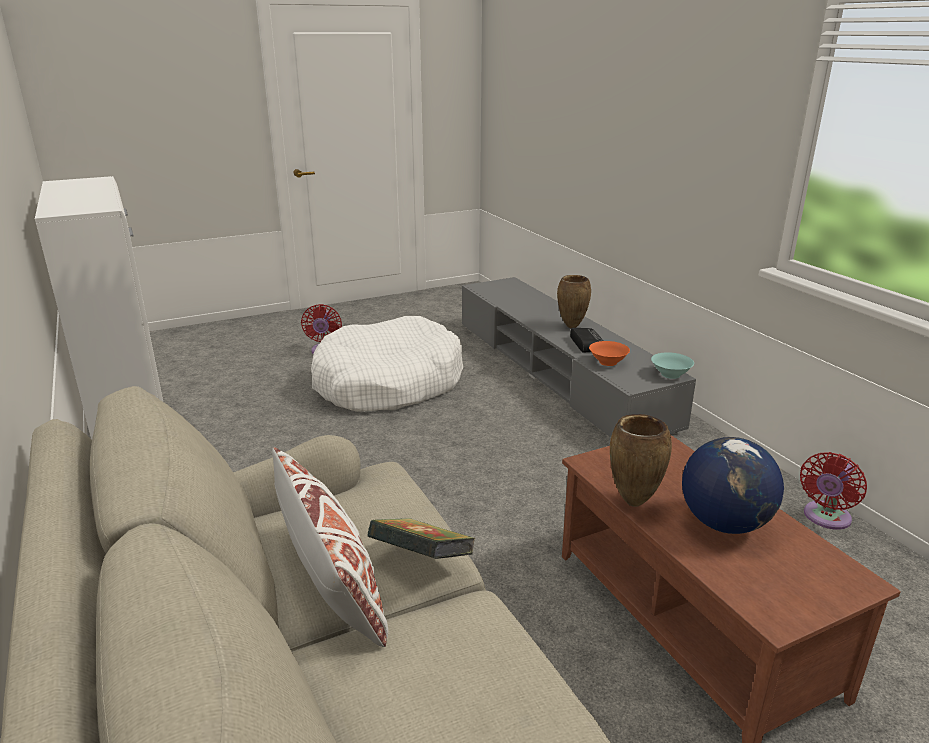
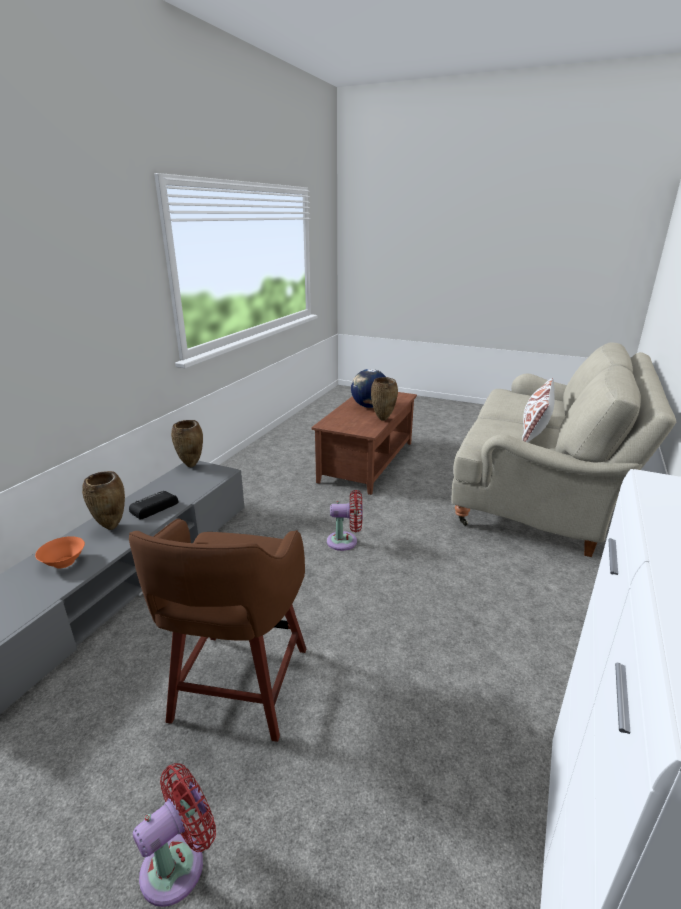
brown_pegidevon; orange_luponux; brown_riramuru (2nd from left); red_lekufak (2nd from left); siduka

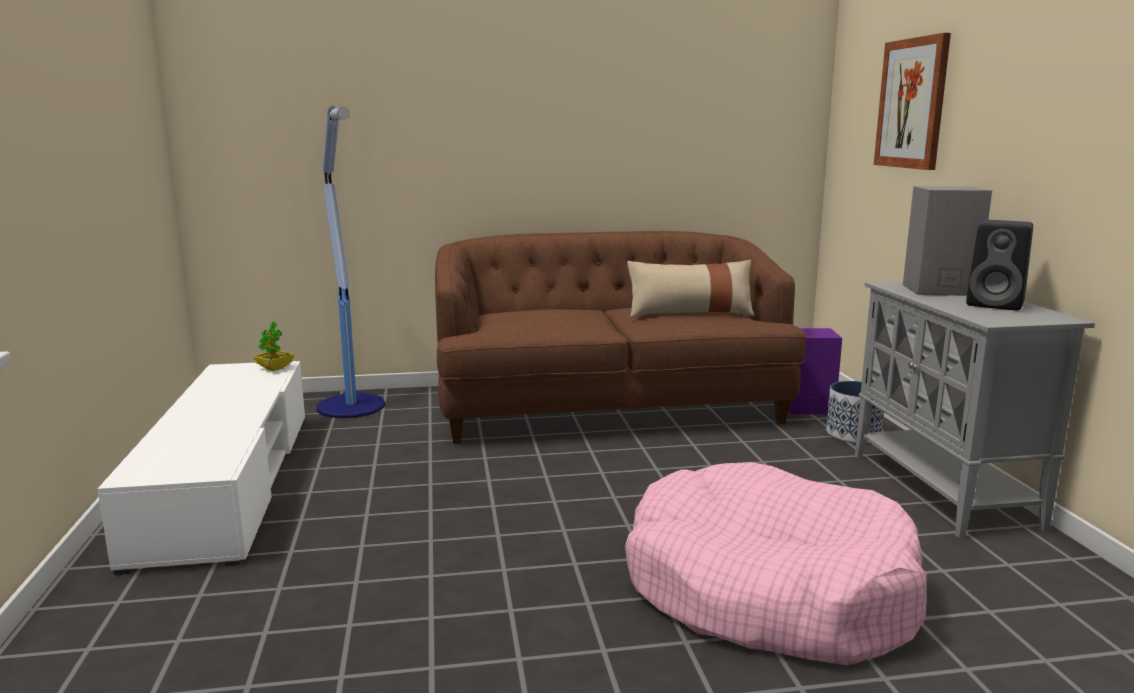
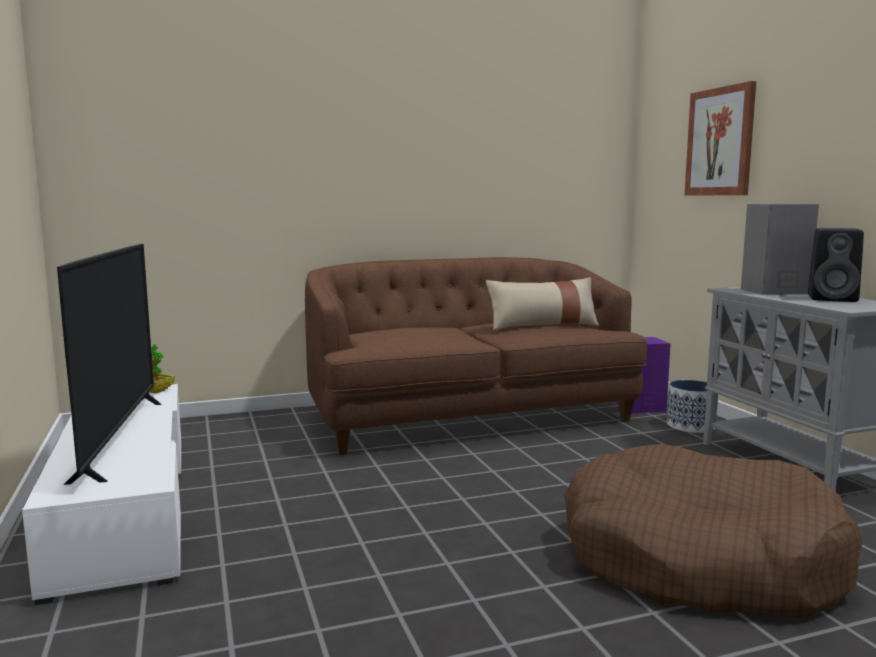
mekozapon; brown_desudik; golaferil

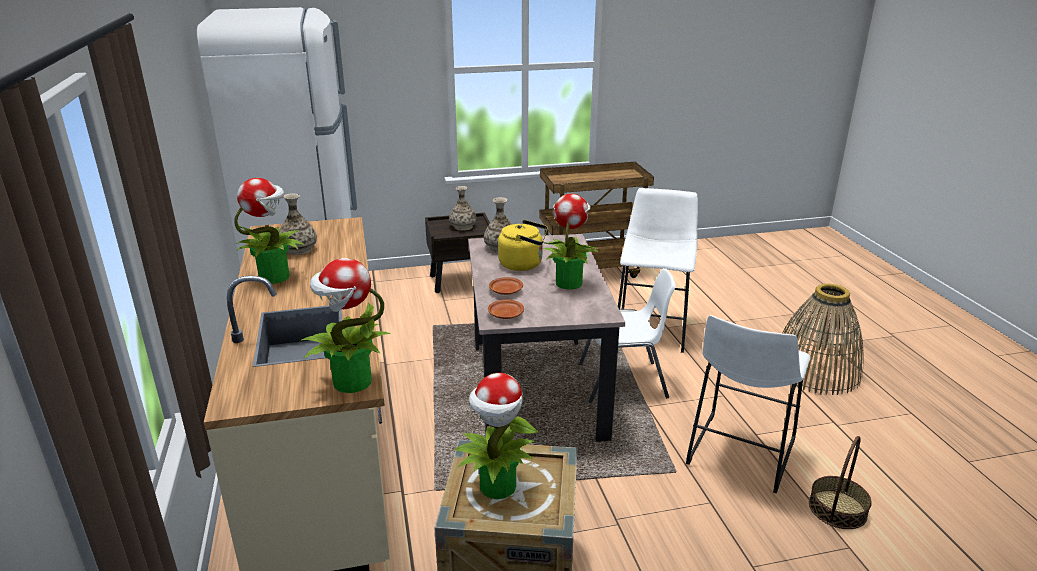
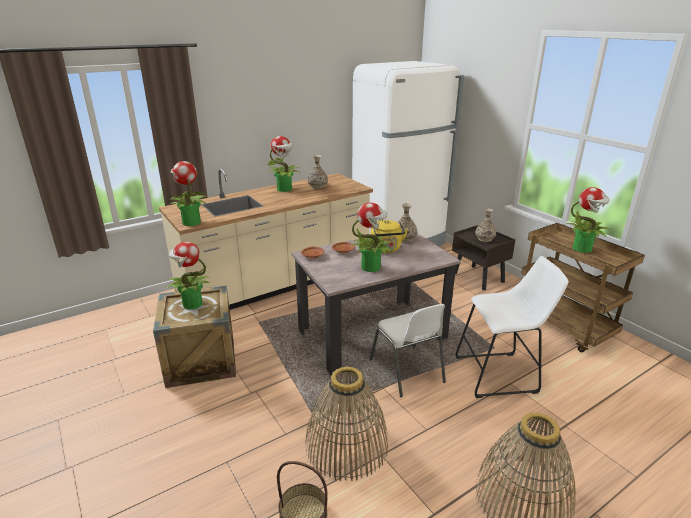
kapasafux (2nd from left); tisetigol (5th from left)

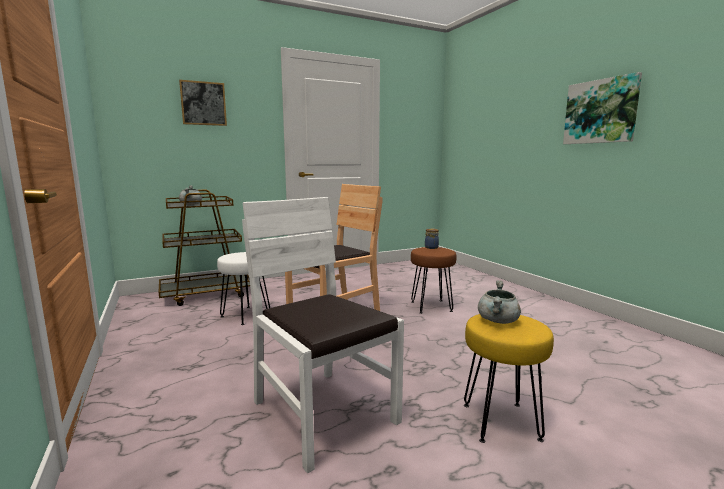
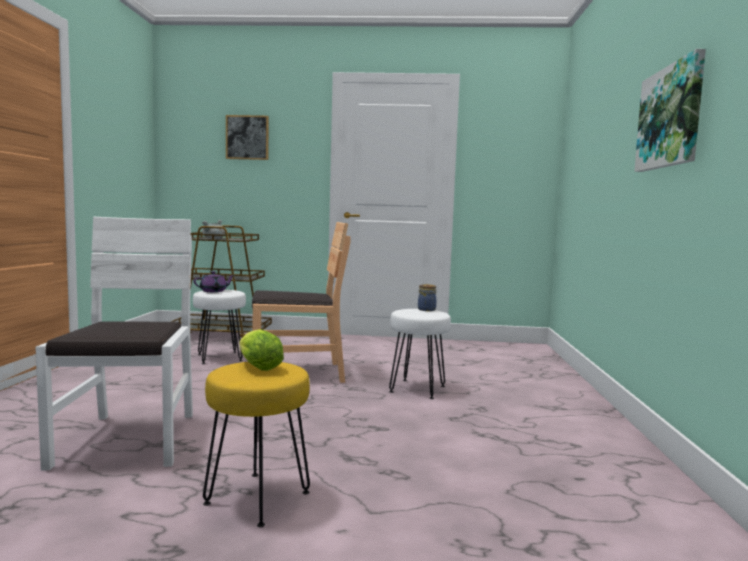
white_pegidevon (2nd from left); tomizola; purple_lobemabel

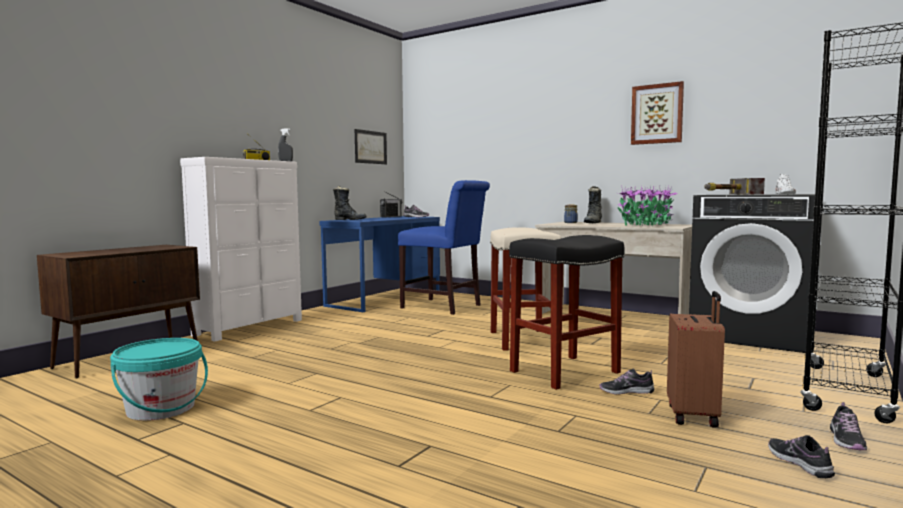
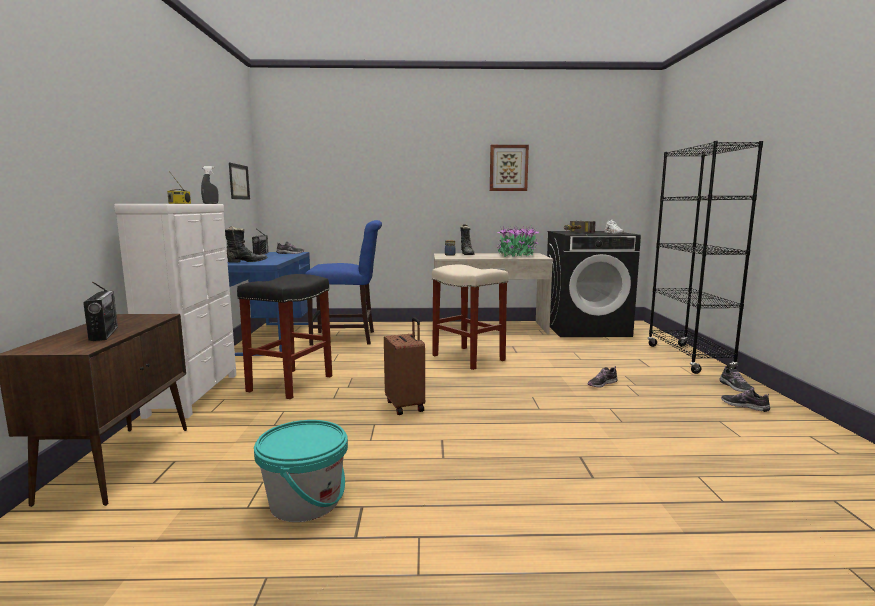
black_pegidevon; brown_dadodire; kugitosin (1st from left)

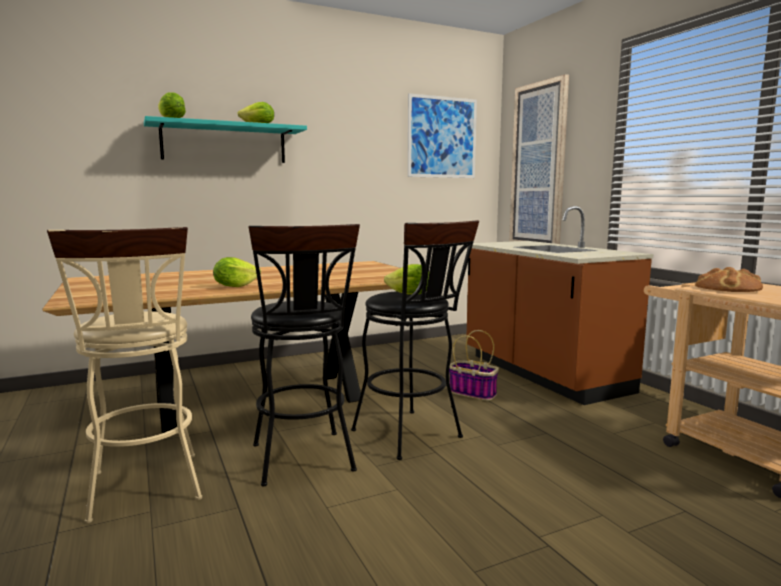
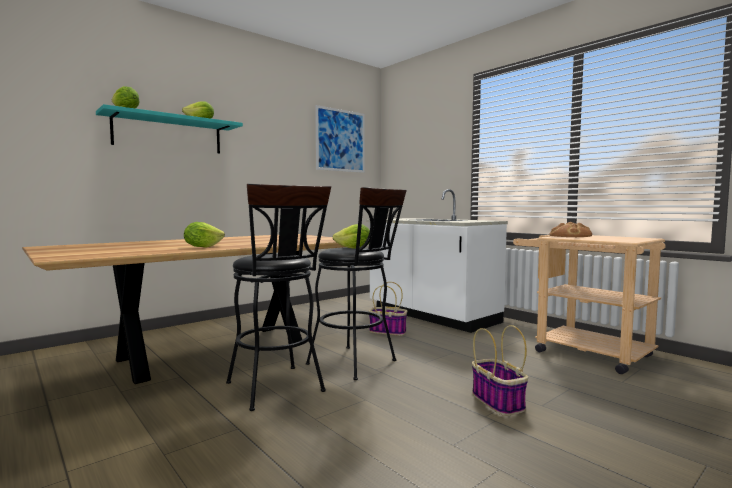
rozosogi (2nd from left in the first image); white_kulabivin; beige_pegidevon; kapasafux (2nd from left)

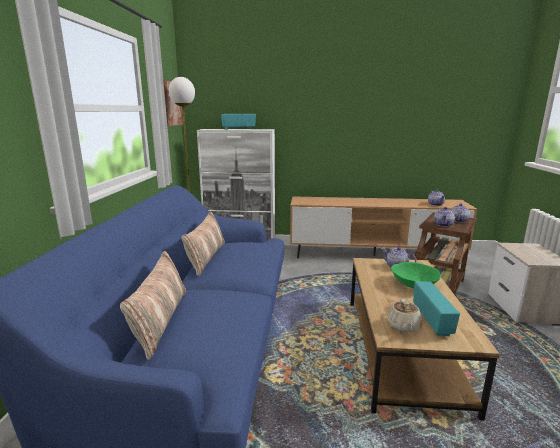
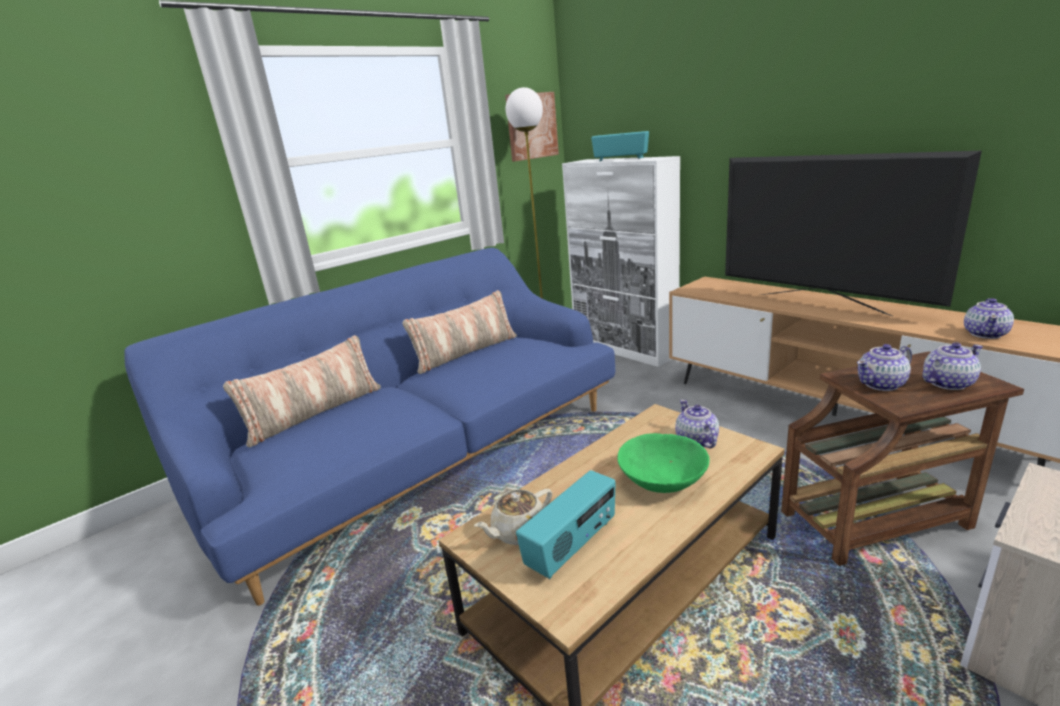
golaferil

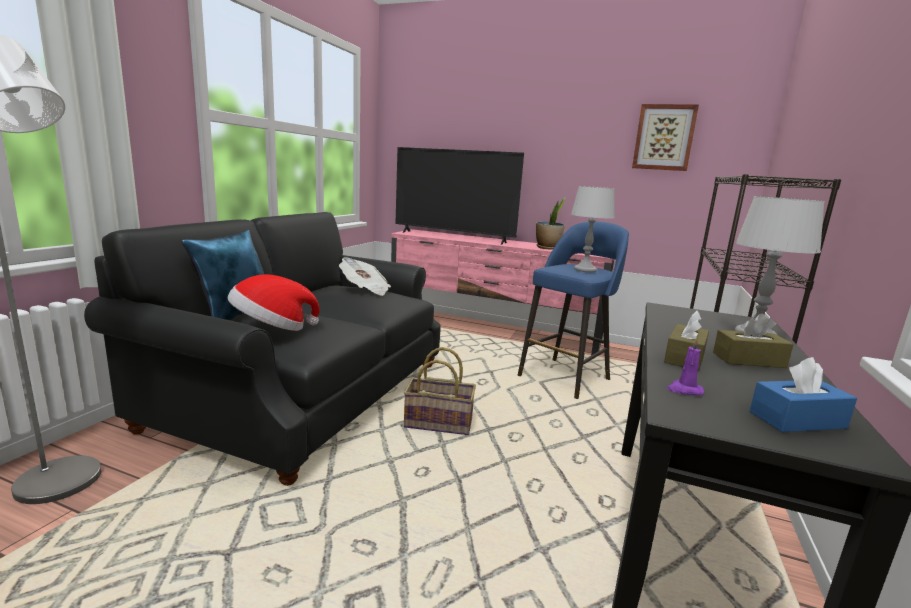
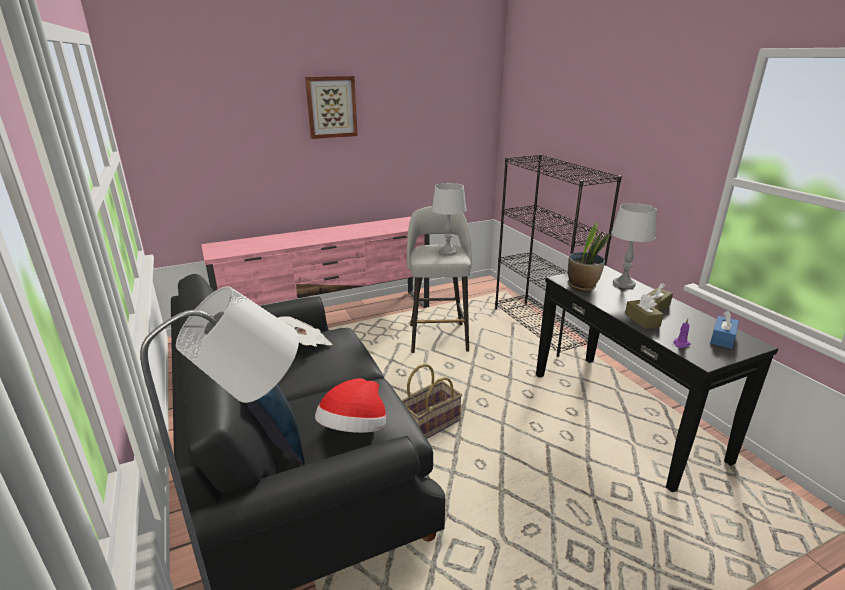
rozosogi; golaferil; tisetigol; grey_pegidevon

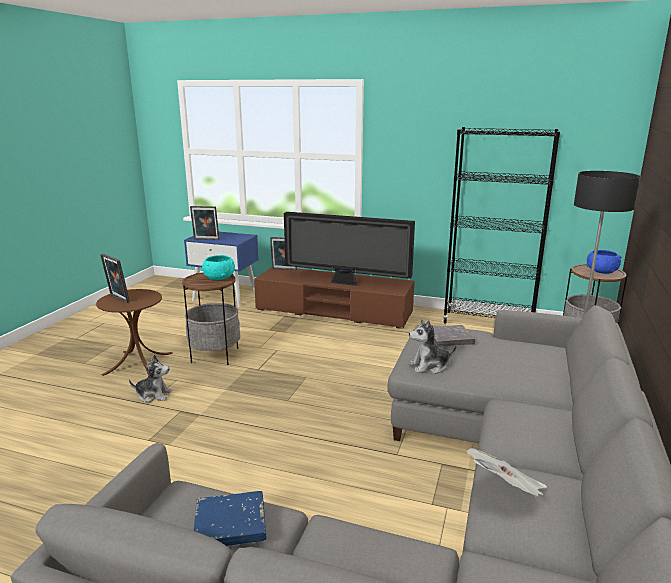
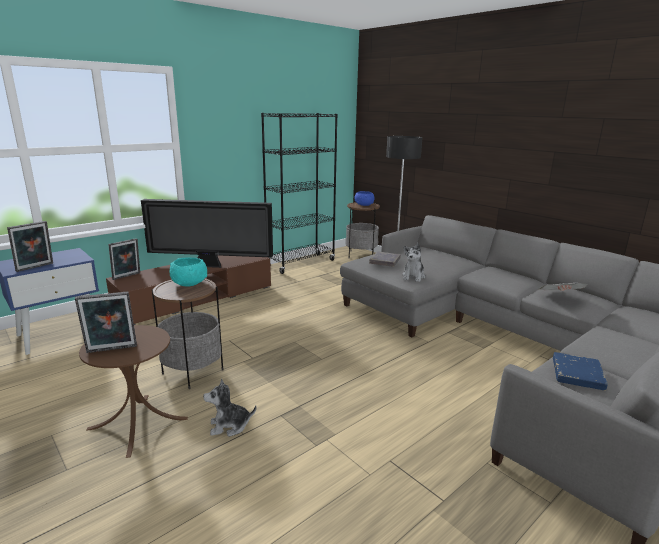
golaferil; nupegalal (1st from left)

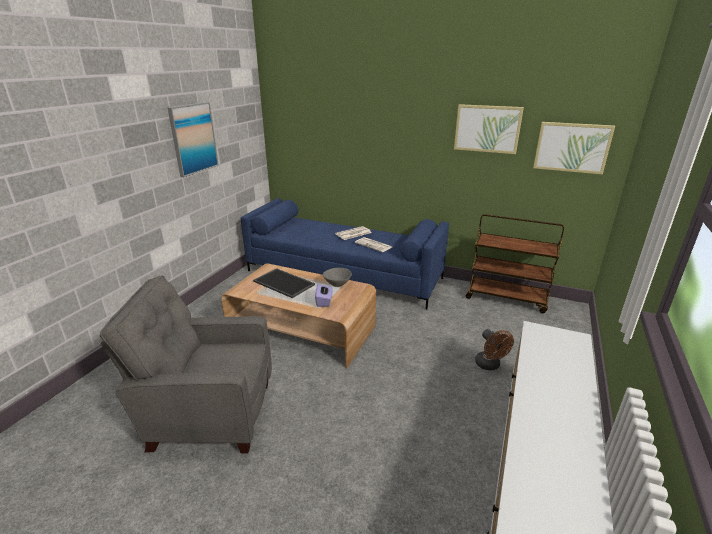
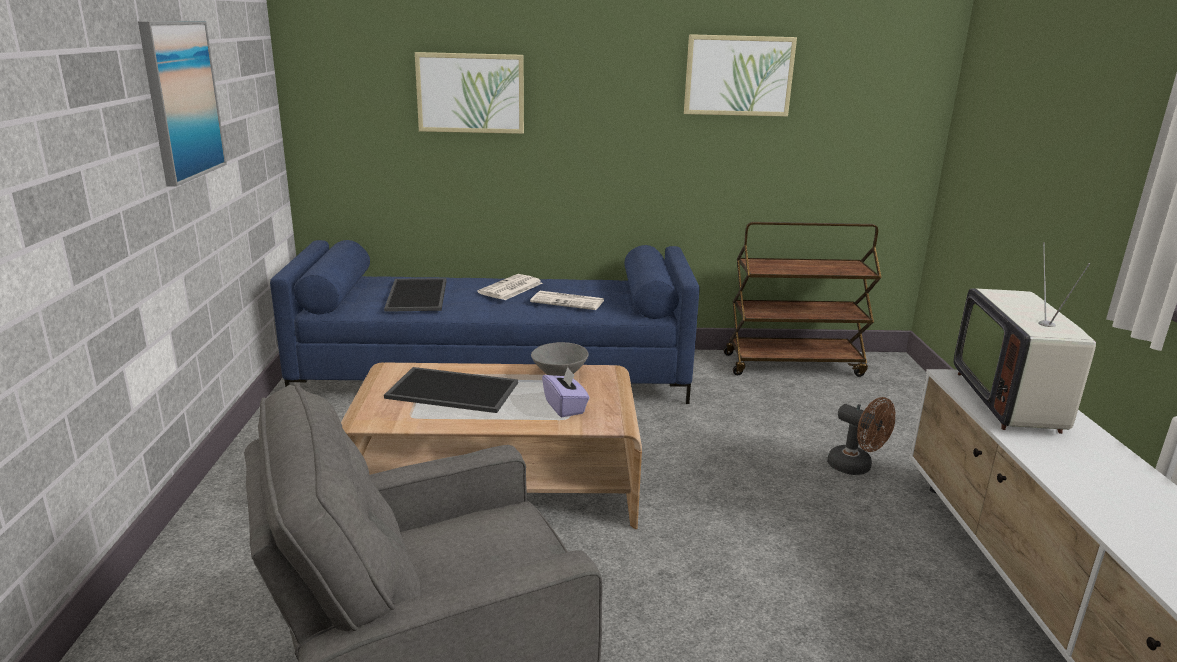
rozosogi (2nd from left); golaferil; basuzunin (1st from left)

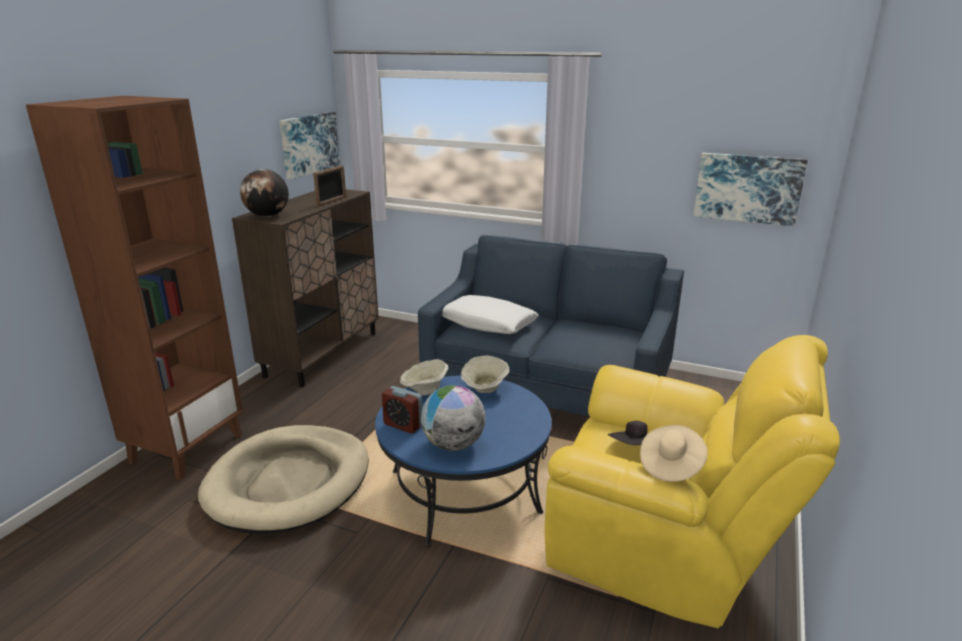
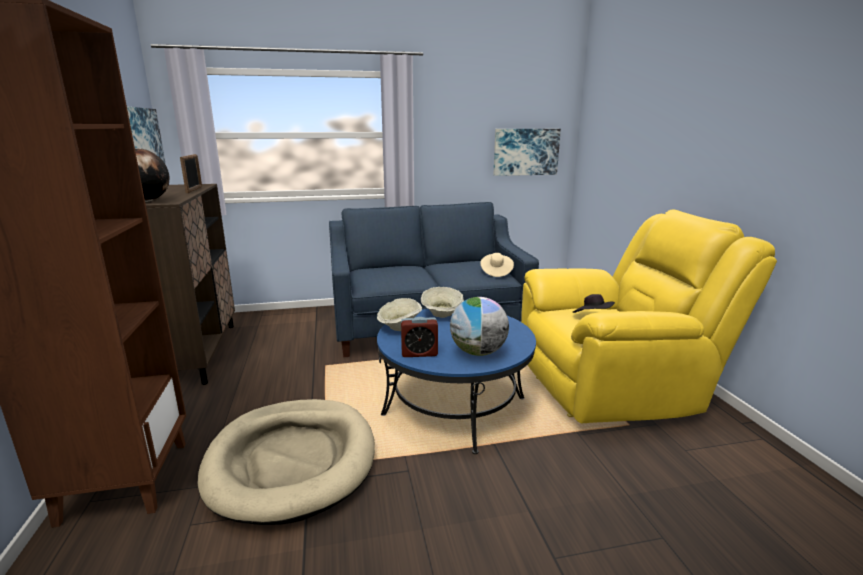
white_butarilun; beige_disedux

